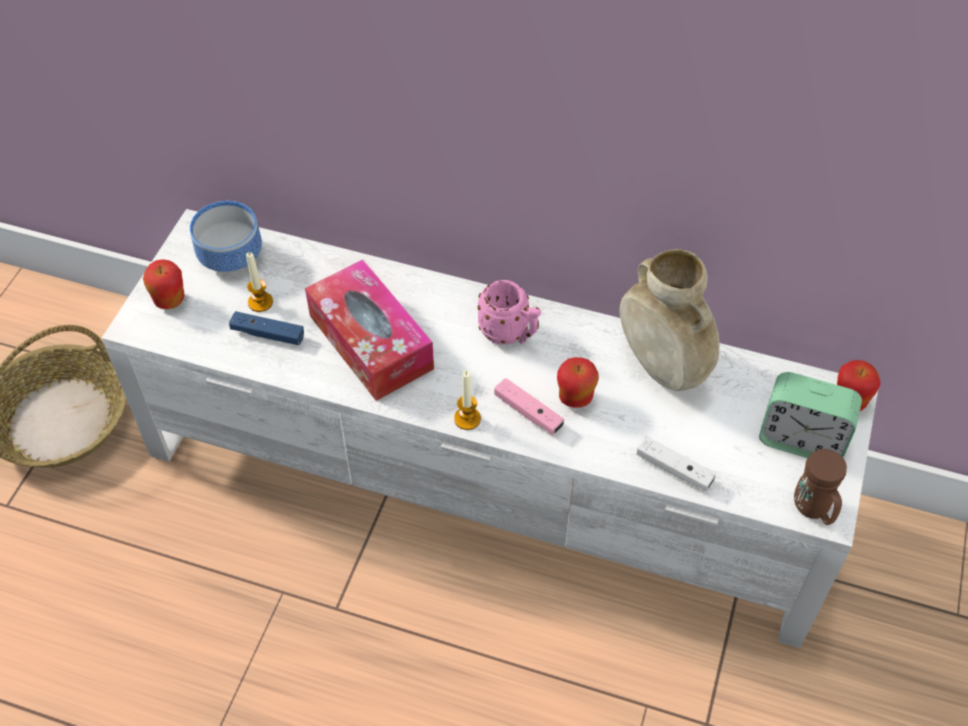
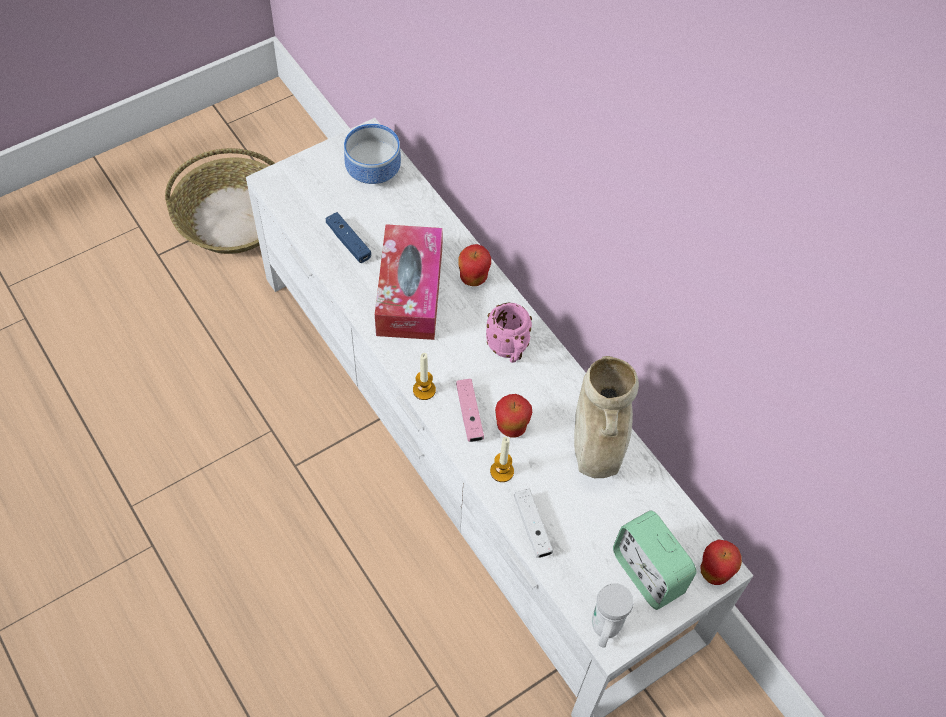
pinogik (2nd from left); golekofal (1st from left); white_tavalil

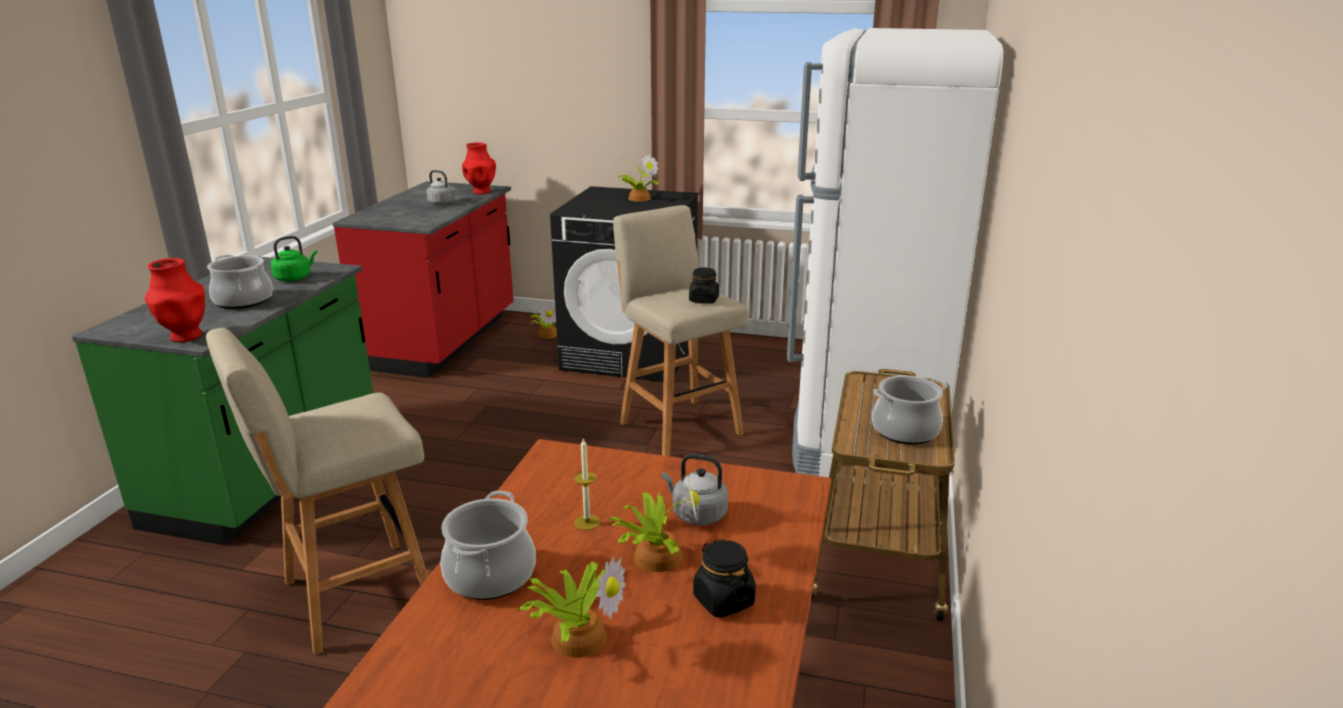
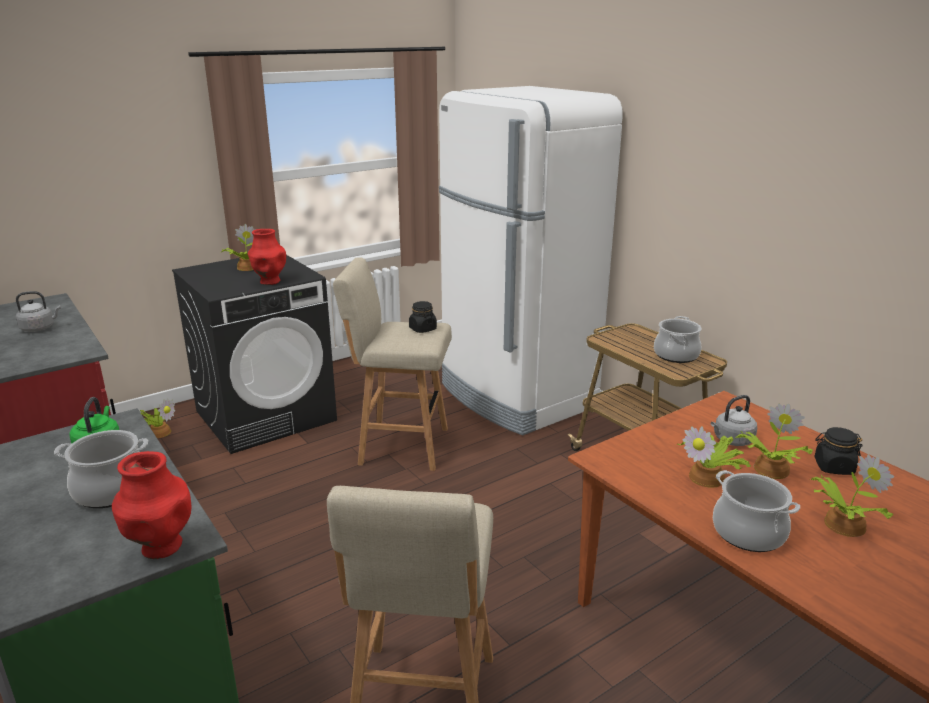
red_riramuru (2nd from left); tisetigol (3rd from left)

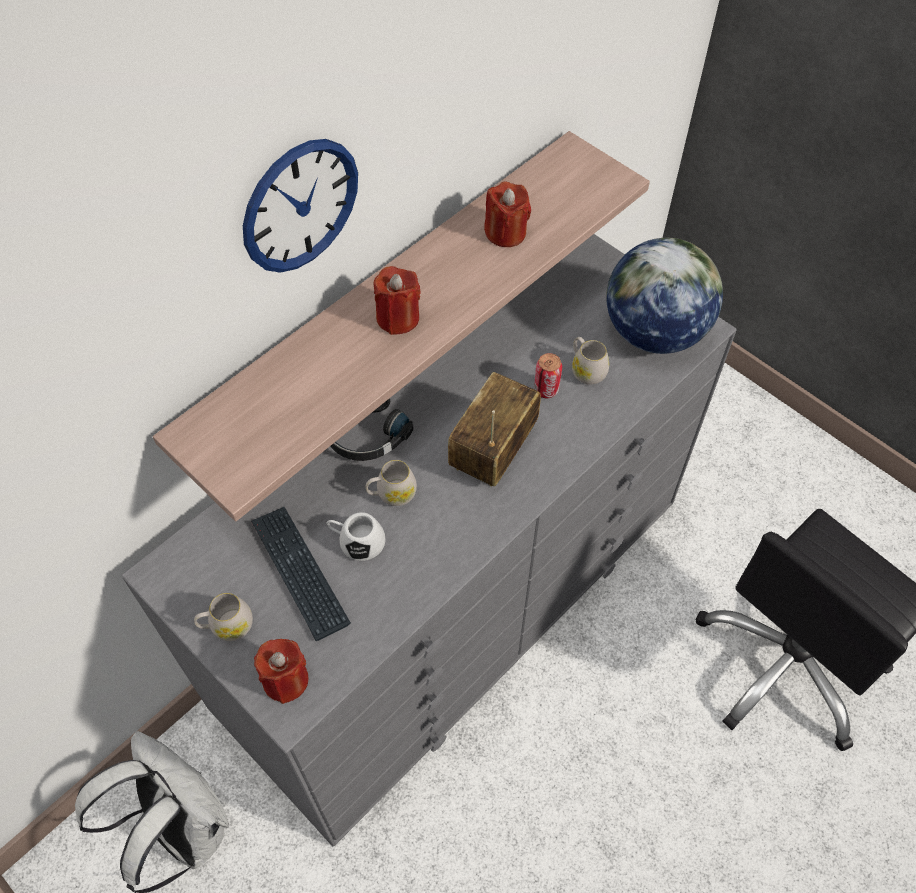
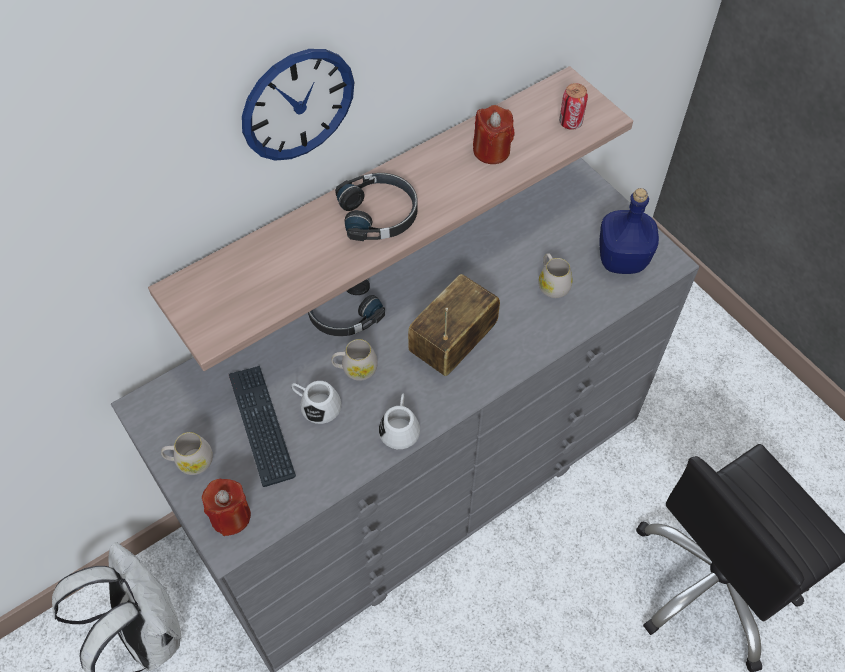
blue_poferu; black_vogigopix (2nd from left); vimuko; white_tavalil (4th from left)

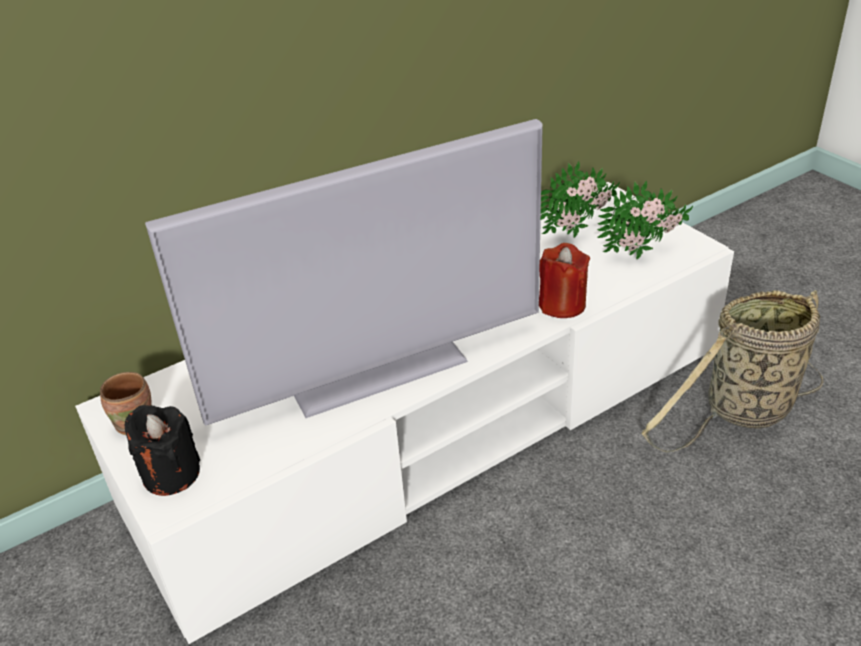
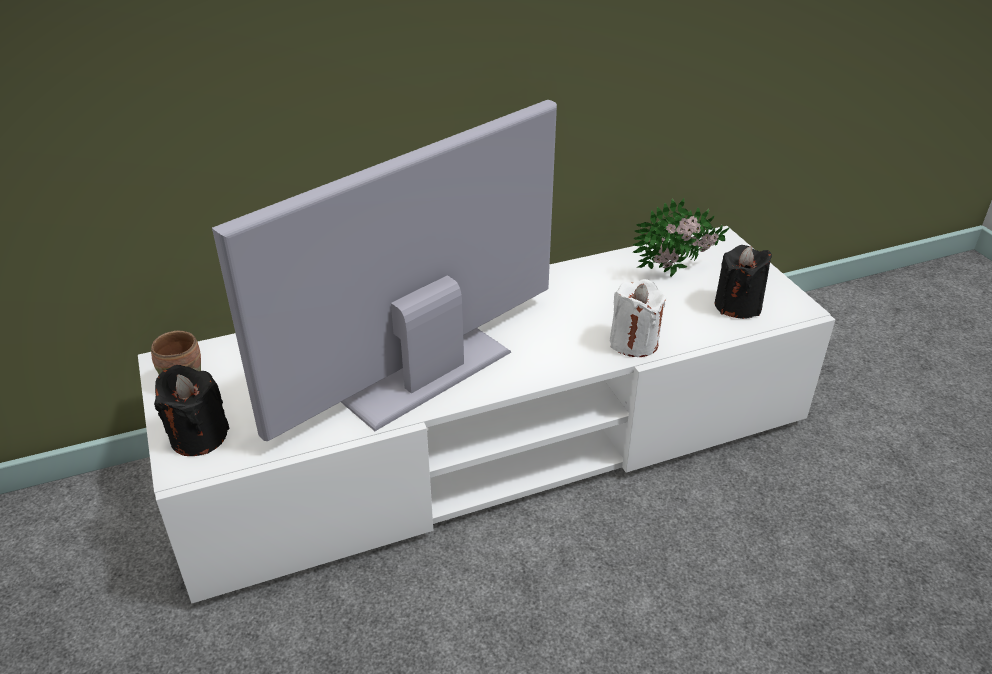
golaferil; black_pinogik (2nd from left); white_pinogik; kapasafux

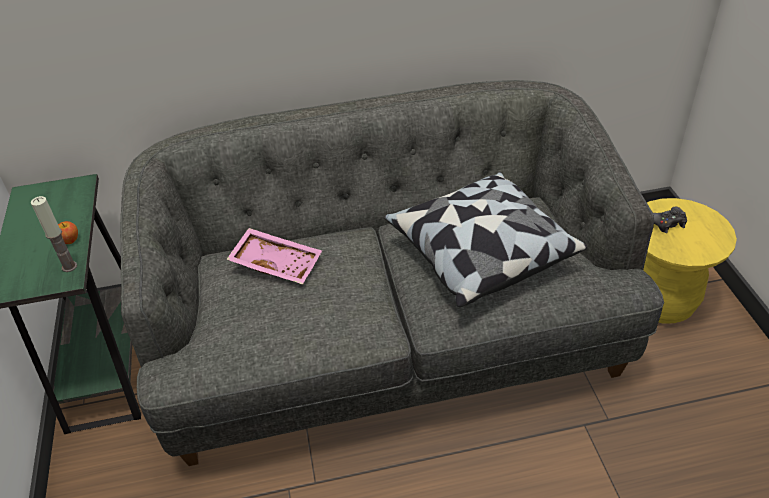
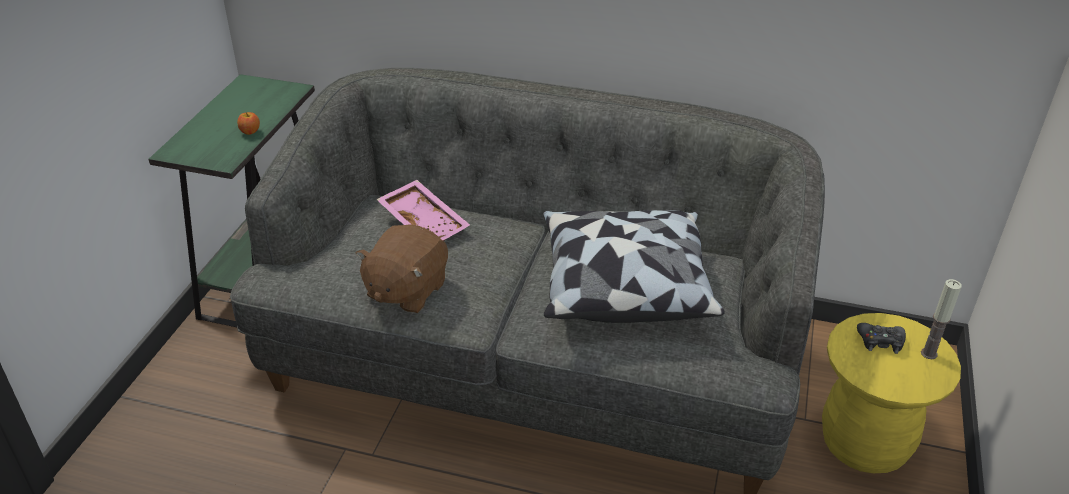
pinogik; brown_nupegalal

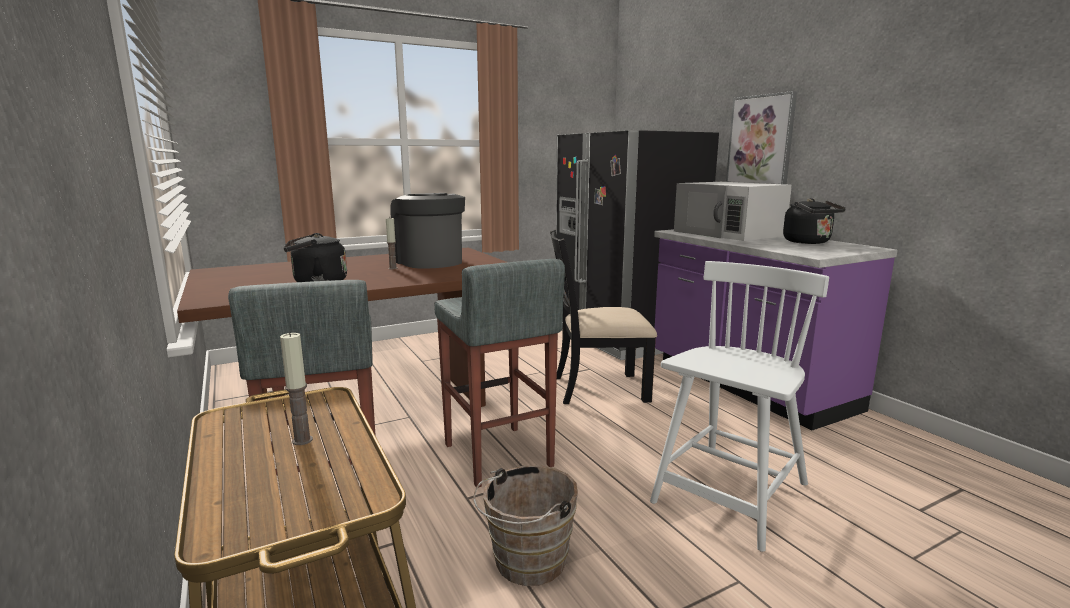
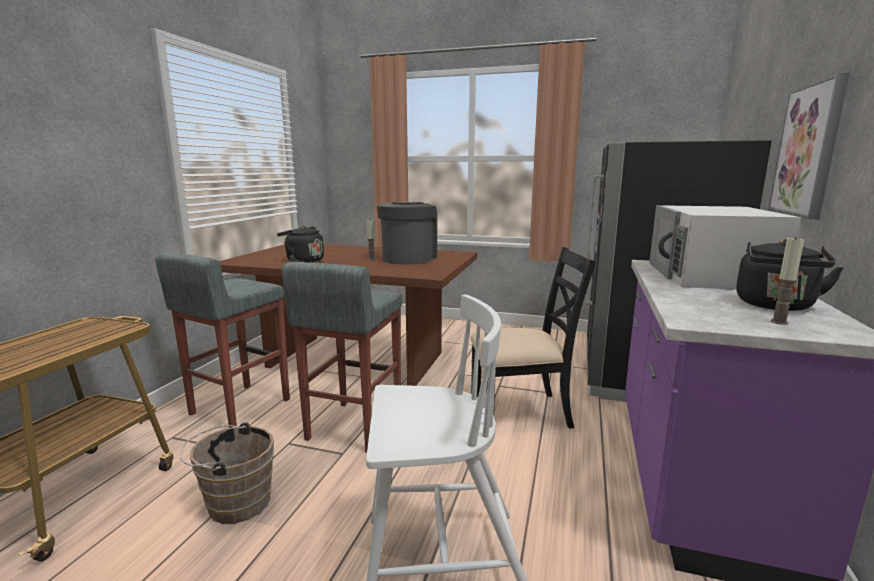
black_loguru; pinogik (2nd from left)

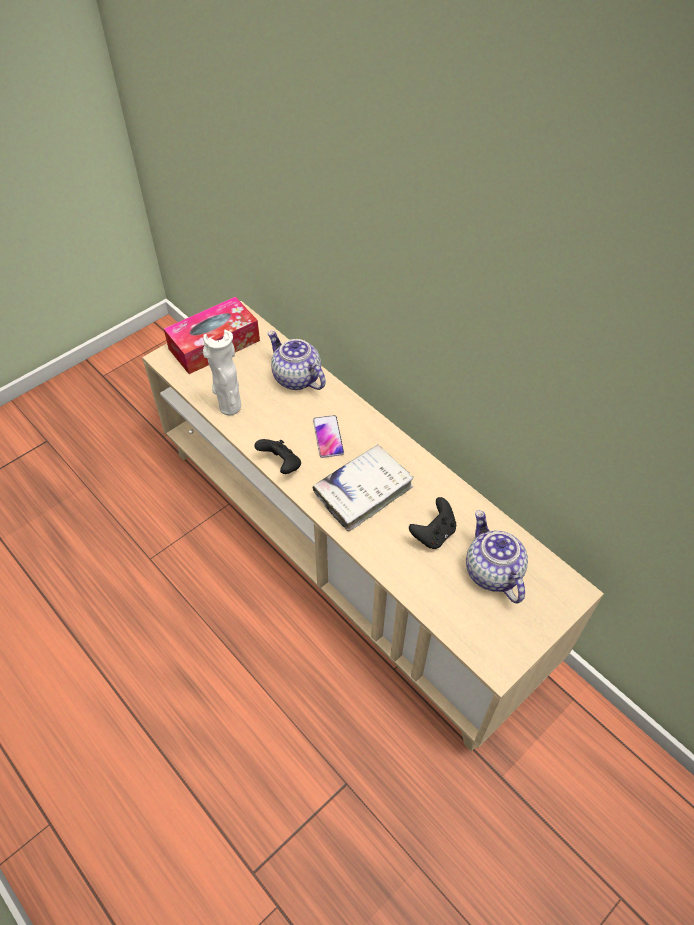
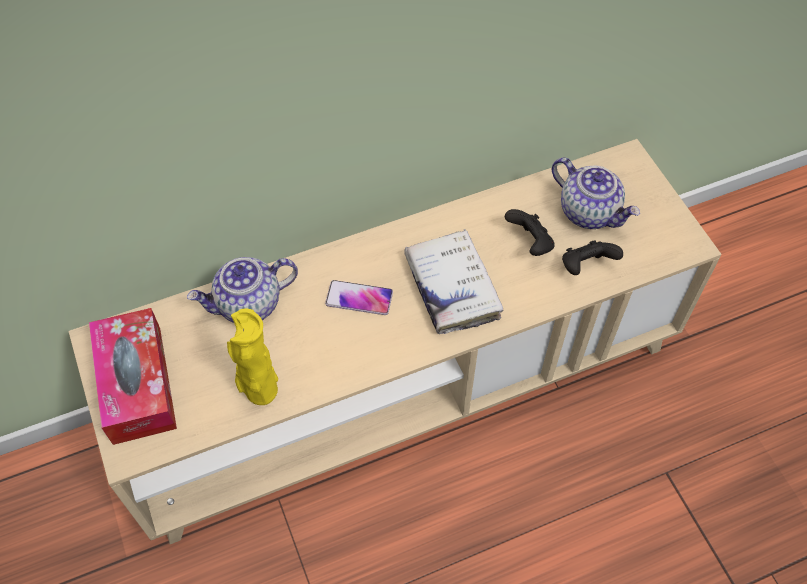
yellow_riramuru; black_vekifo (2nd from left); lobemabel (2nd from left)

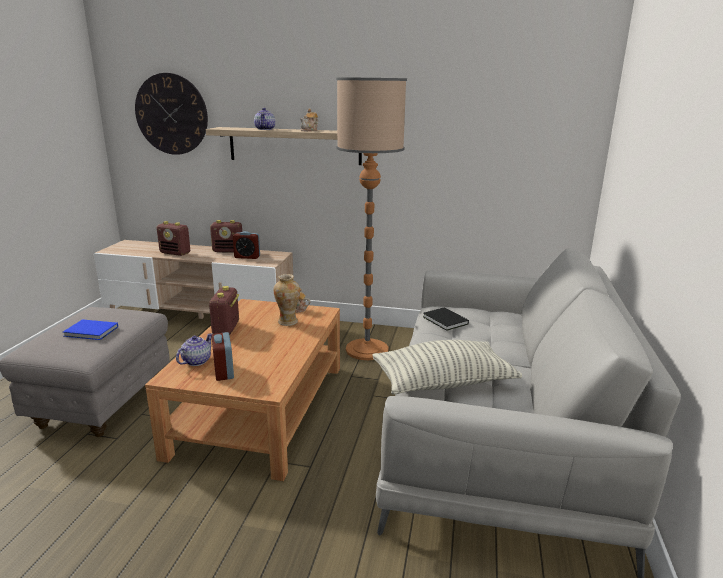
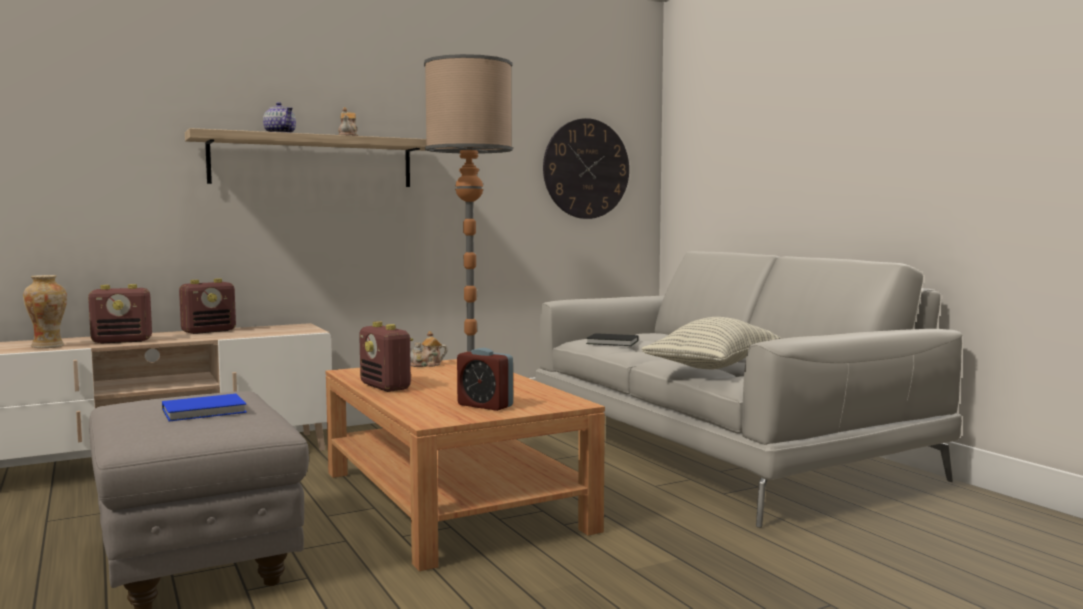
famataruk; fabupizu (2nd from left in the first image); riramuru; lobemabel (1st from left in the first image)

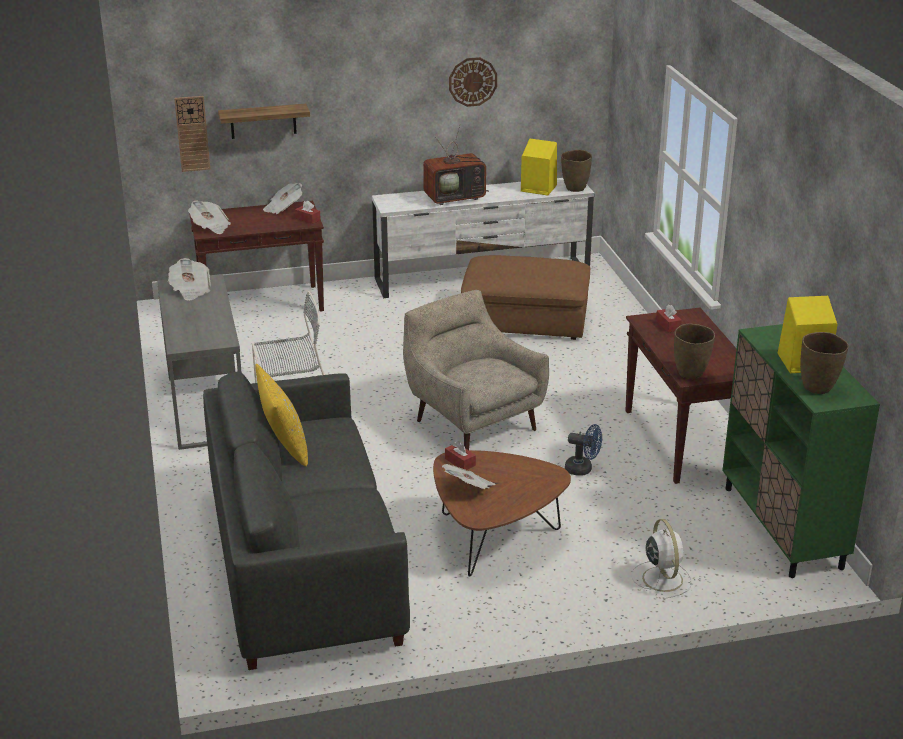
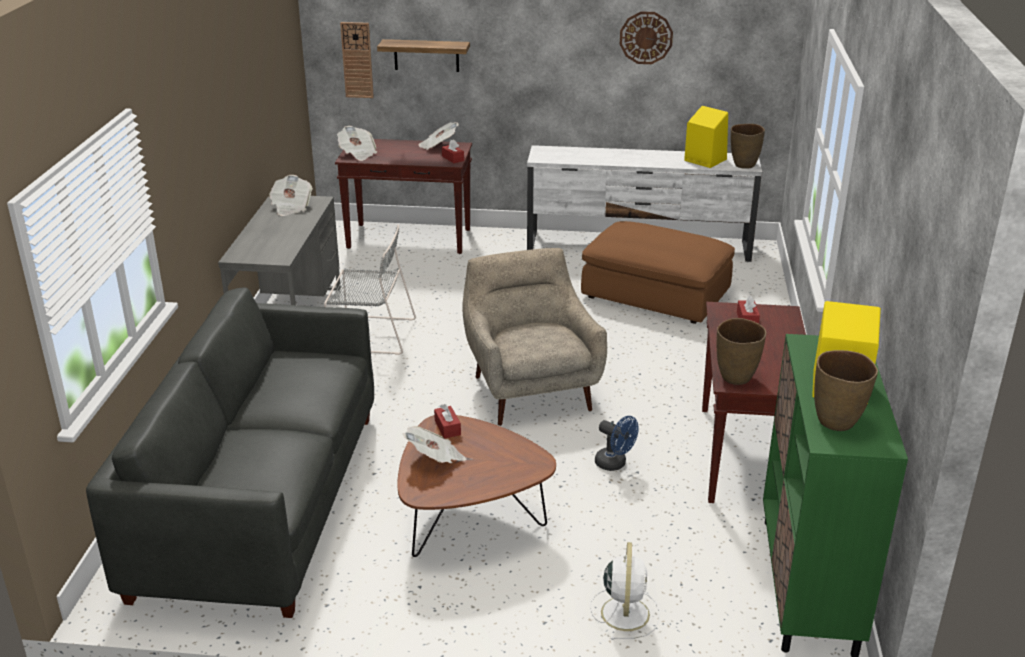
golaferil; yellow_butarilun

